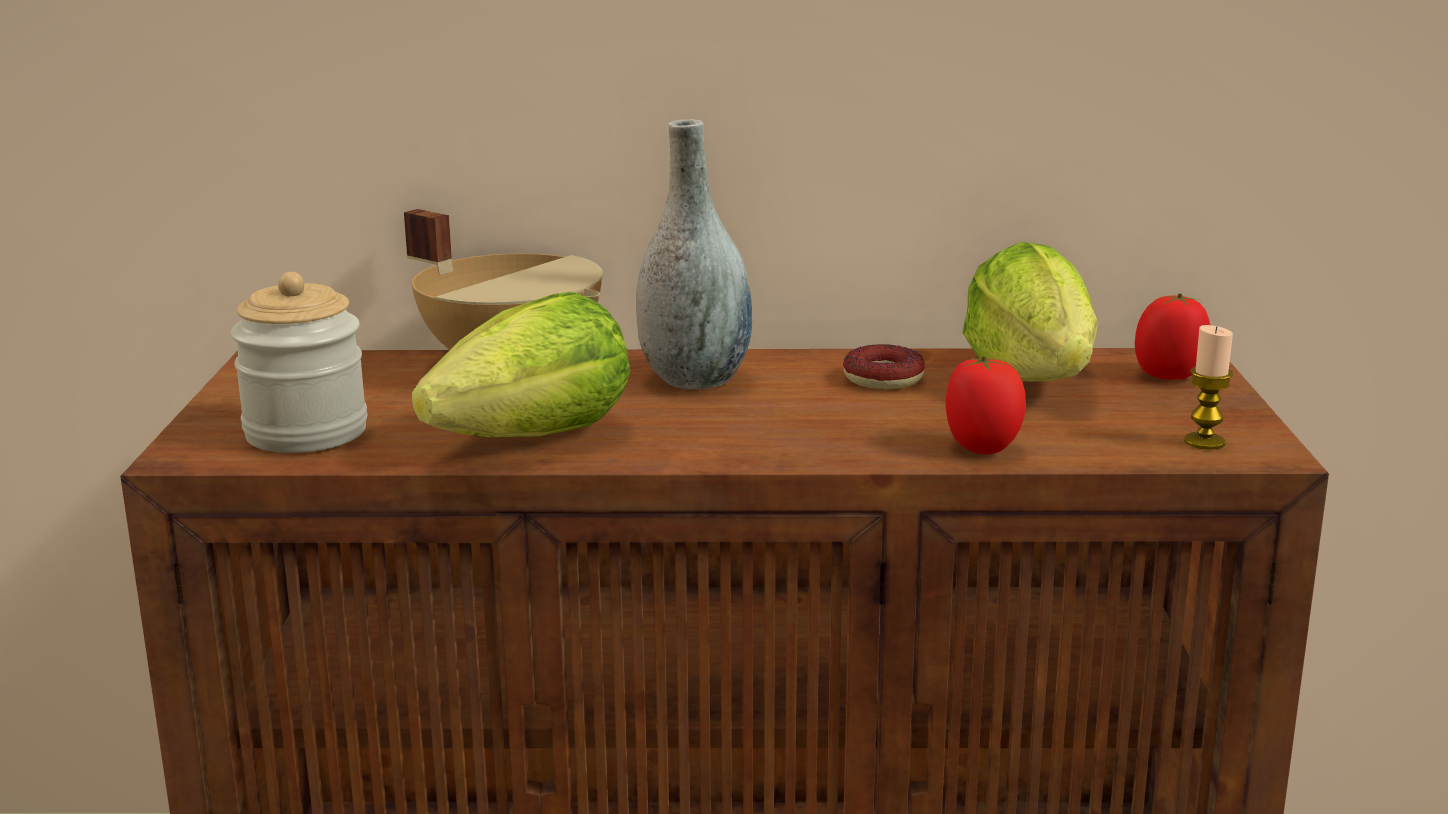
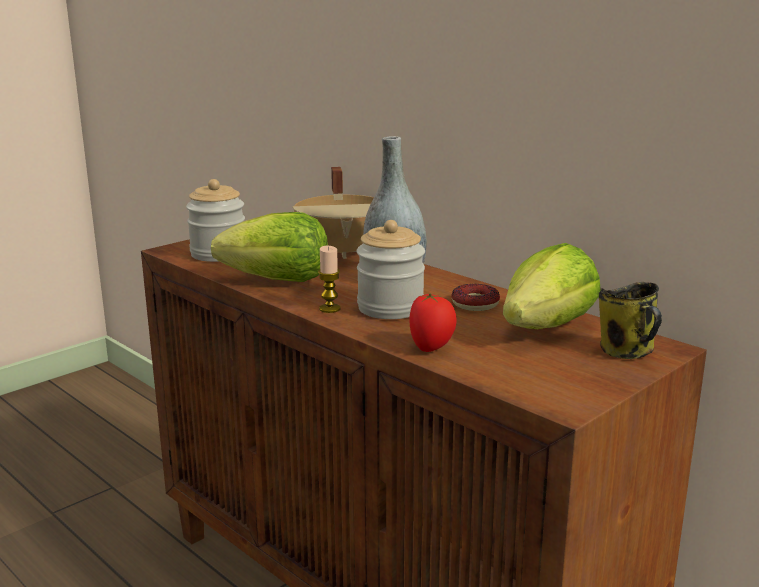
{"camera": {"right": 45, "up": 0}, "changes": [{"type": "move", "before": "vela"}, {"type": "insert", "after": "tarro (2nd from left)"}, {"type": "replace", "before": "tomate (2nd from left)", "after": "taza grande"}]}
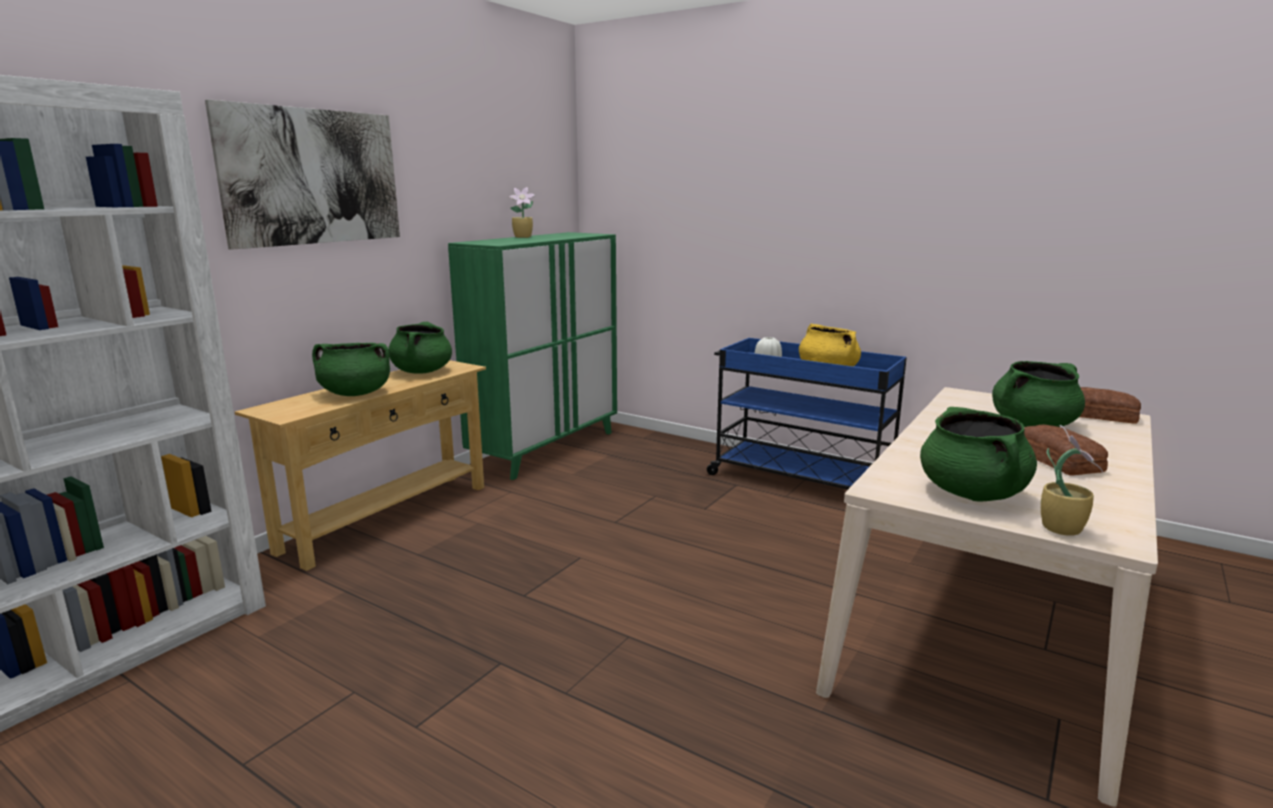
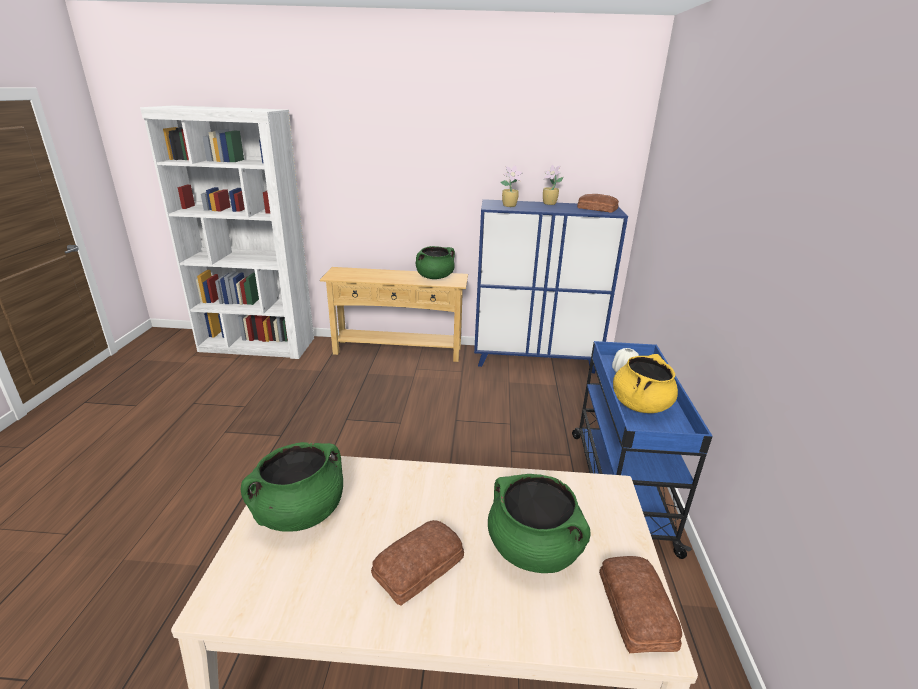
{"camera": {"right": 60, "up": 10}, "changes": [{"type": "recolor", "before": "armario/verde", "after": "armario/azul"}, {"type": "move", "before": "planta en maceta (2nd from left in the first image)", "after": "planta en maceta (1st from left)"}, {"type": "insert", "after": "pan (2nd from left)"}, {"type": "delete", "before": "cuadro"}, {"type": "delete", "before": "olla/verde (1st from left)"}]}
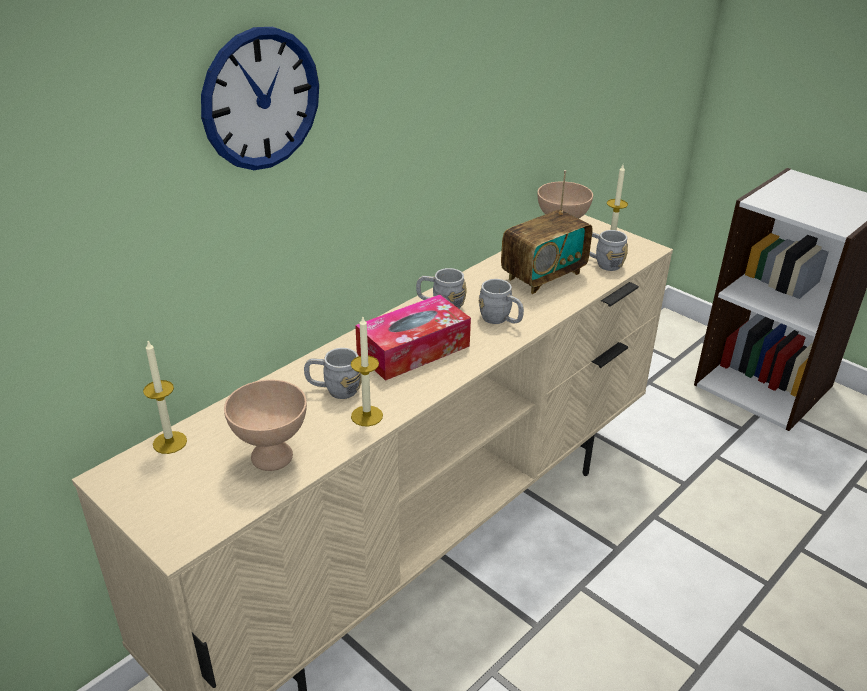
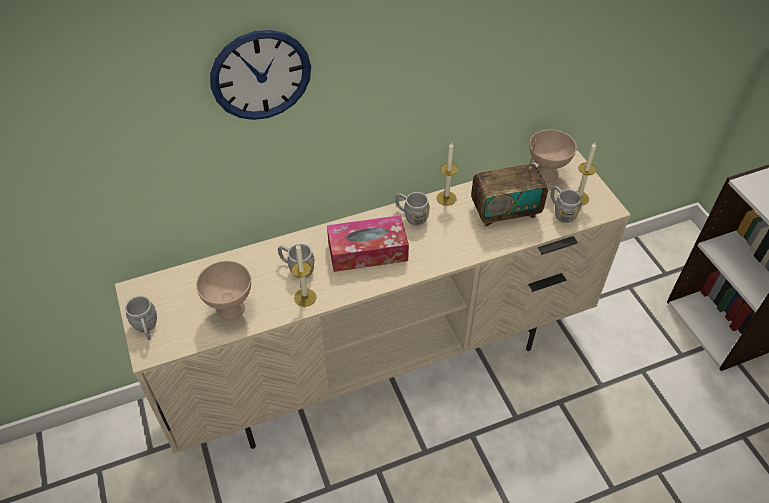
{"camera": {"right": 25, "up": 15}, "changes": [{"type": "move", "before": "taza grande/gris (3rd from left in the first image)", "after": "taza grande/gris (1st from left)"}, {"type": "move", "before": "vela (1st from left in the first image)", "after": "vela (2nd from left)"}]}
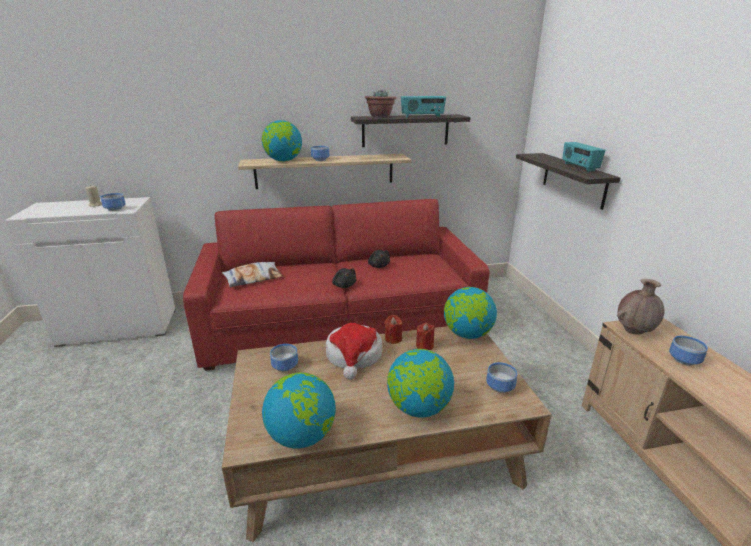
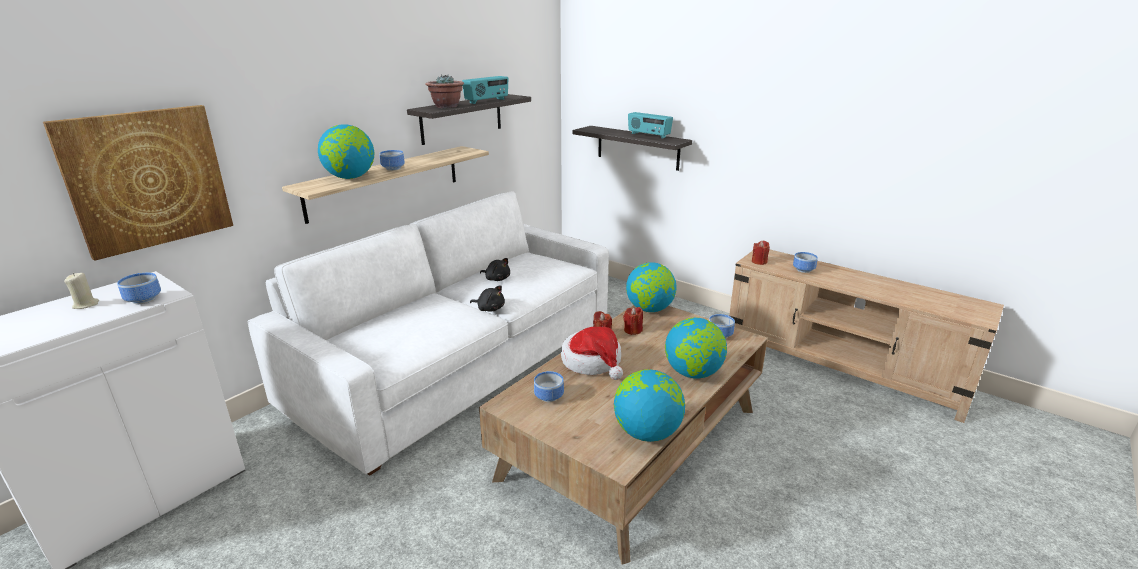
{"camera": {"right": -40, "up": 0}, "changes": [{"type": "insert", "after": "cuadro"}, {"type": "recolor", "before": "sofá/rojo", "after": "sofá/blanco"}, {"type": "replace", "before": "florero/marrón", "after": "vela/rojo (3rd from left)"}, {"type": "delete", "before": "cojín"}]}
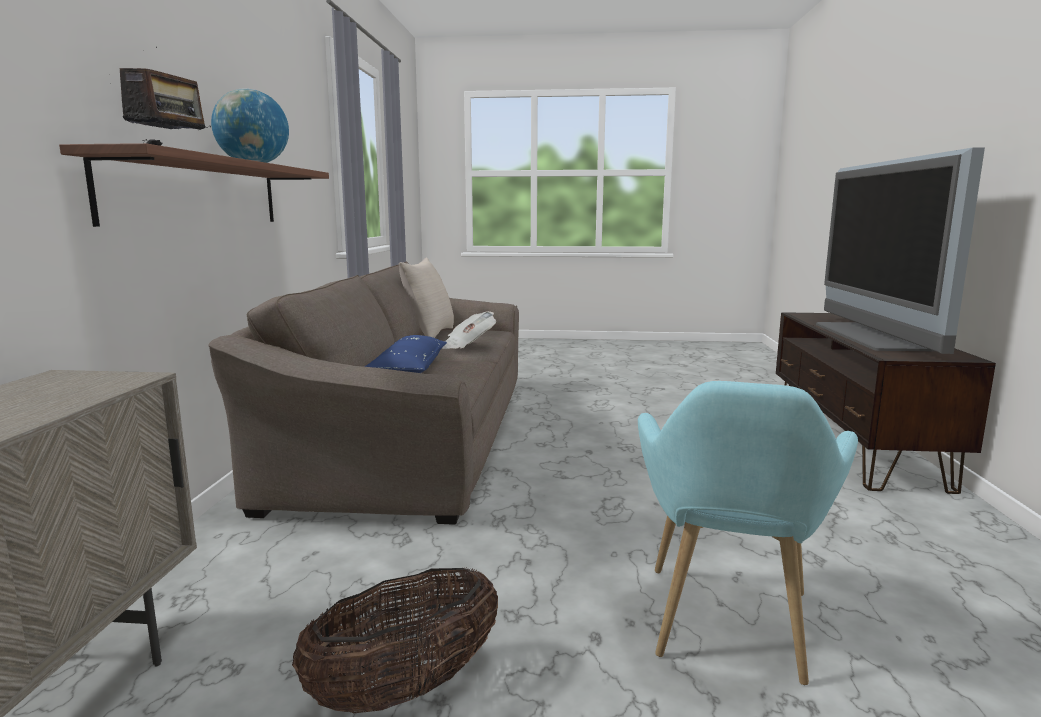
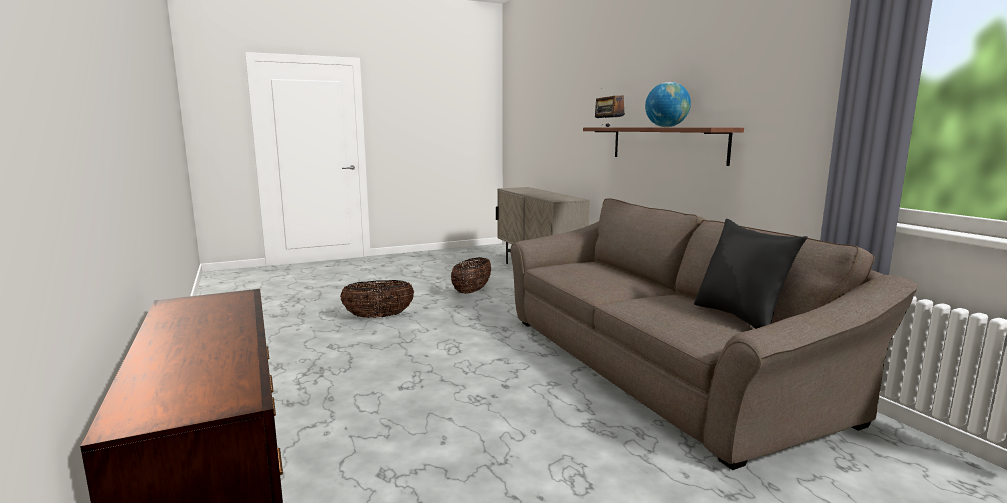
{"camera": {"right": 150, "up": 0}, "changes": [{"type": "replace", "before": "sillón/turquesa", "after": "cesta (1st from left)"}, {"type": "recolor", "before": "cojín/beis", "after": "cojín/negro"}, {"type": "delete", "before": "cojín/azul"}, {"type": "delete", "before": "periódico"}, {"type": "delete", "before": "televisor"}]}
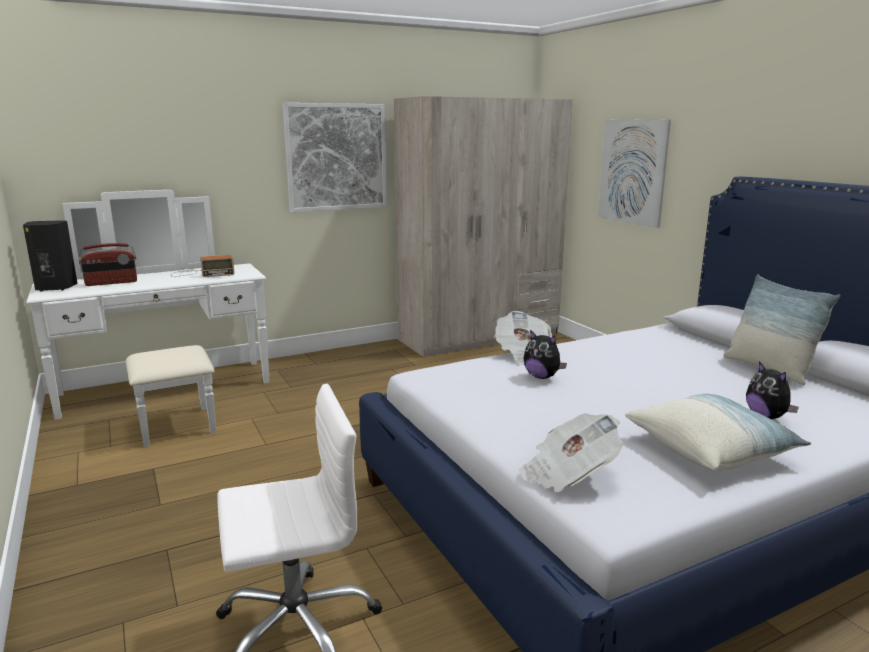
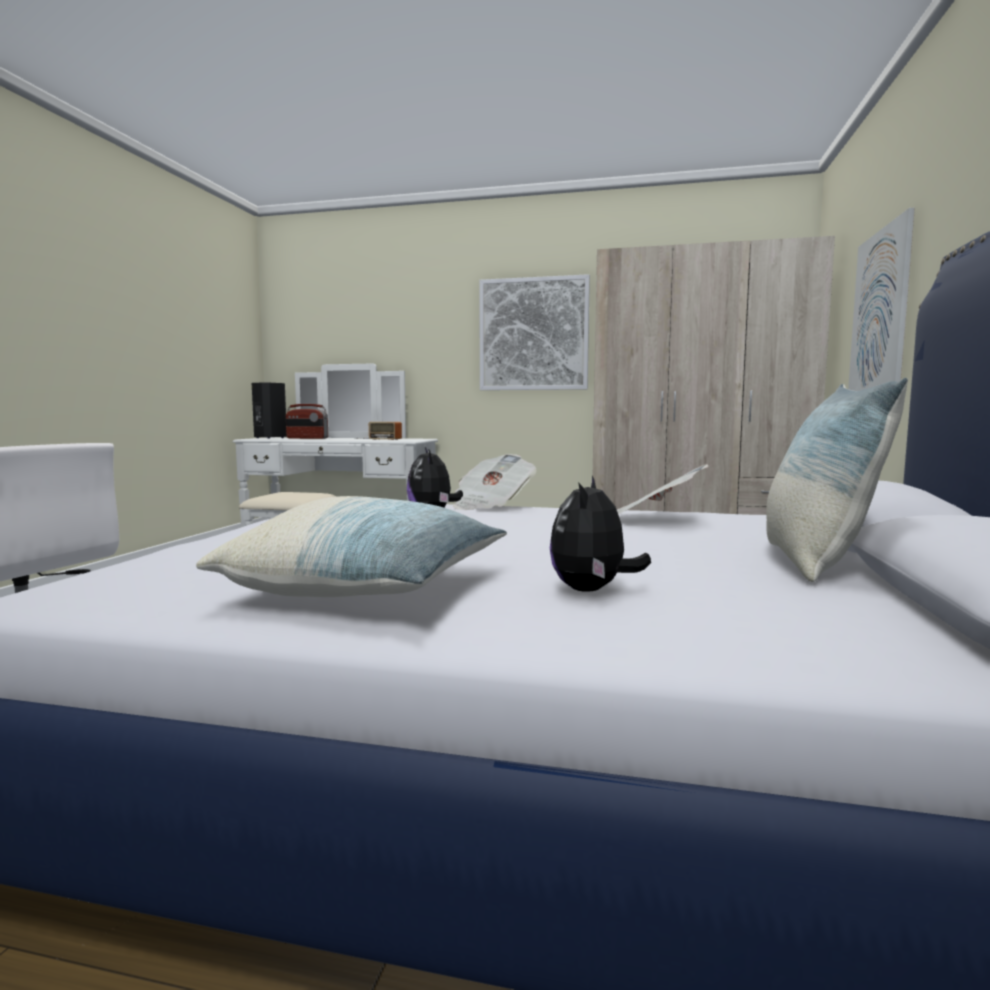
{"camera": {"right": 40, "up": -10}, "changes": [{"type": "move", "before": "periódico (2nd from left)"}]}
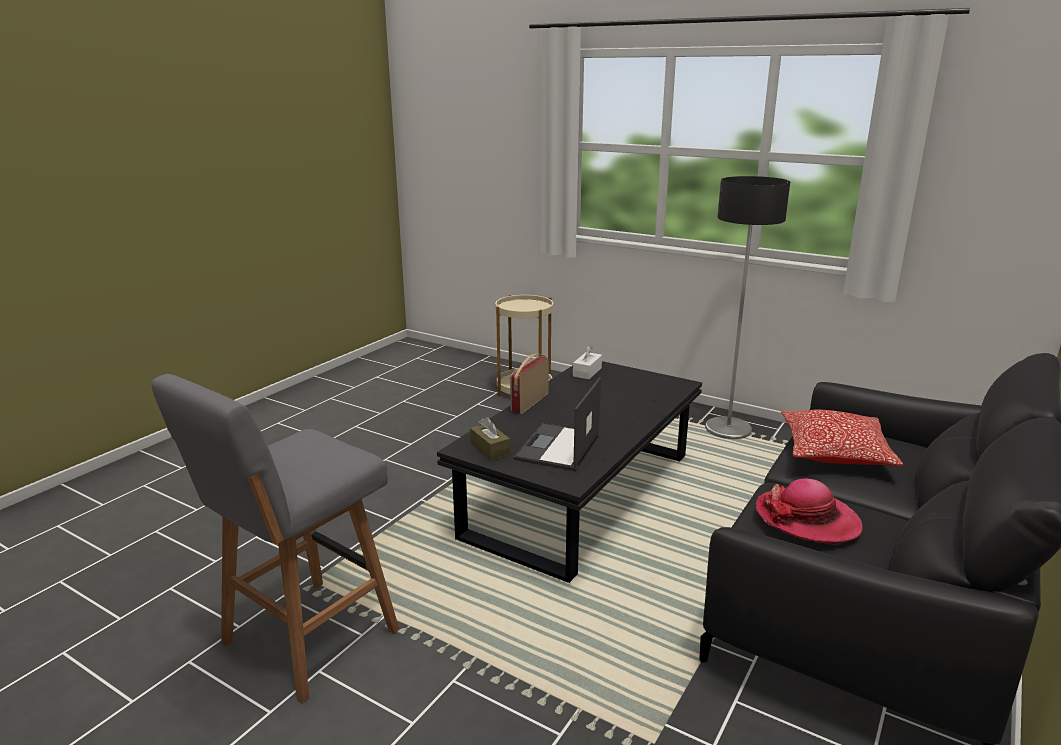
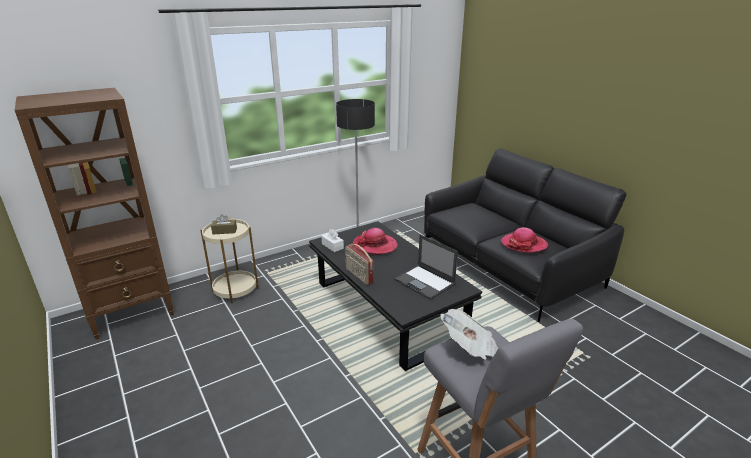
{"camera": {"right": -65, "up": 5}, "changes": [{"type": "insert", "after": "estantería/marrón"}, {"type": "move", "before": "caja de pañuelos/marrón"}, {"type": "insert", "after": "sombrero (1st from left)"}, {"type": "insert", "after": "periódico"}, {"type": "delete", "before": "cojín"}]}
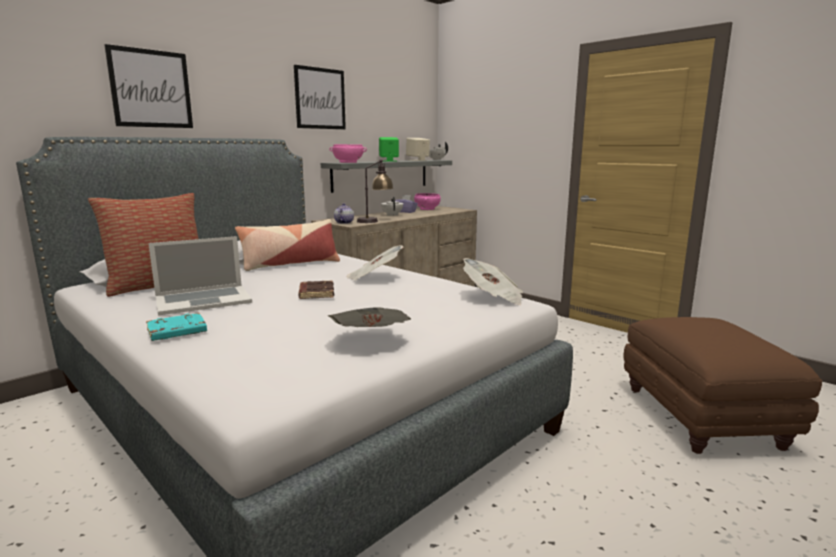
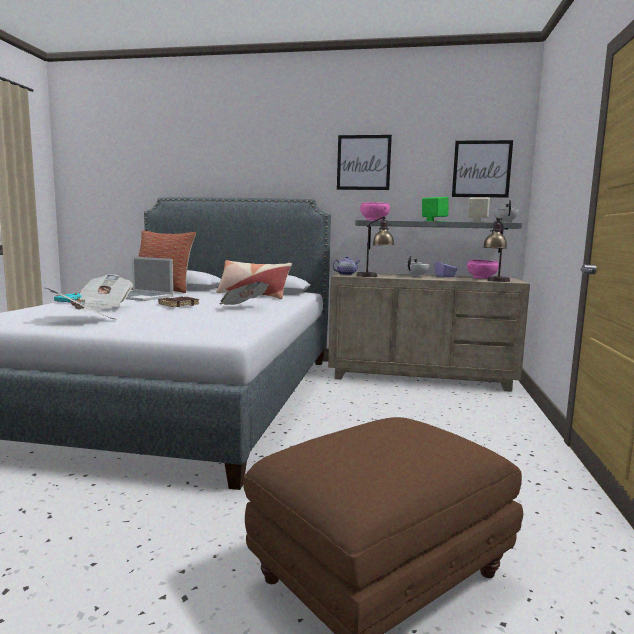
{"camera": {"right": 55, "up": -5}, "changes": [{"type": "move", "before": "periódico (3rd from left in the first image)", "after": "periódico (2nd from left)"}, {"type": "move", "before": "cuadro (1st from left in the first image)", "after": "cuadro (2nd from left)"}, {"type": "insert", "after": "lámpara de mesa (2nd from left)"}]}
